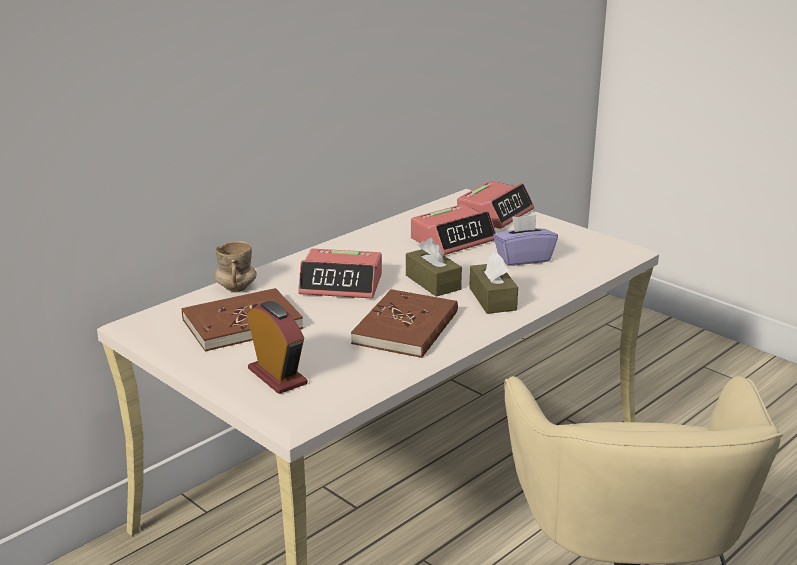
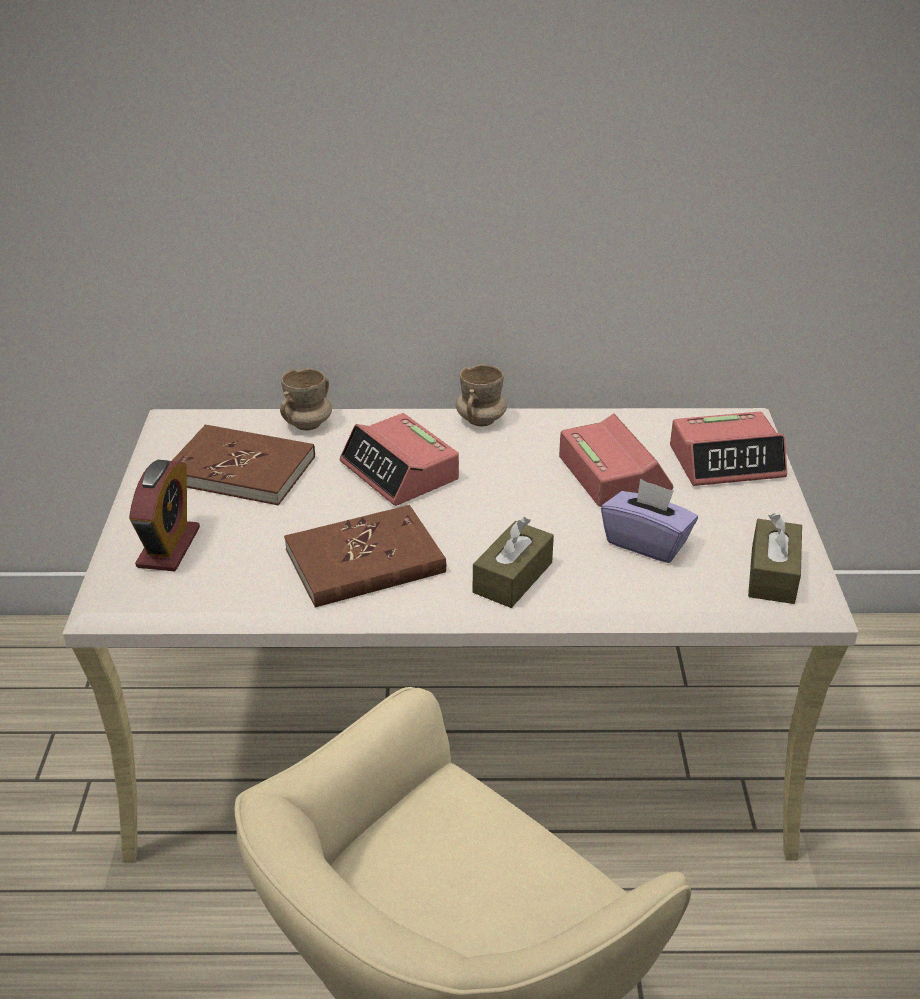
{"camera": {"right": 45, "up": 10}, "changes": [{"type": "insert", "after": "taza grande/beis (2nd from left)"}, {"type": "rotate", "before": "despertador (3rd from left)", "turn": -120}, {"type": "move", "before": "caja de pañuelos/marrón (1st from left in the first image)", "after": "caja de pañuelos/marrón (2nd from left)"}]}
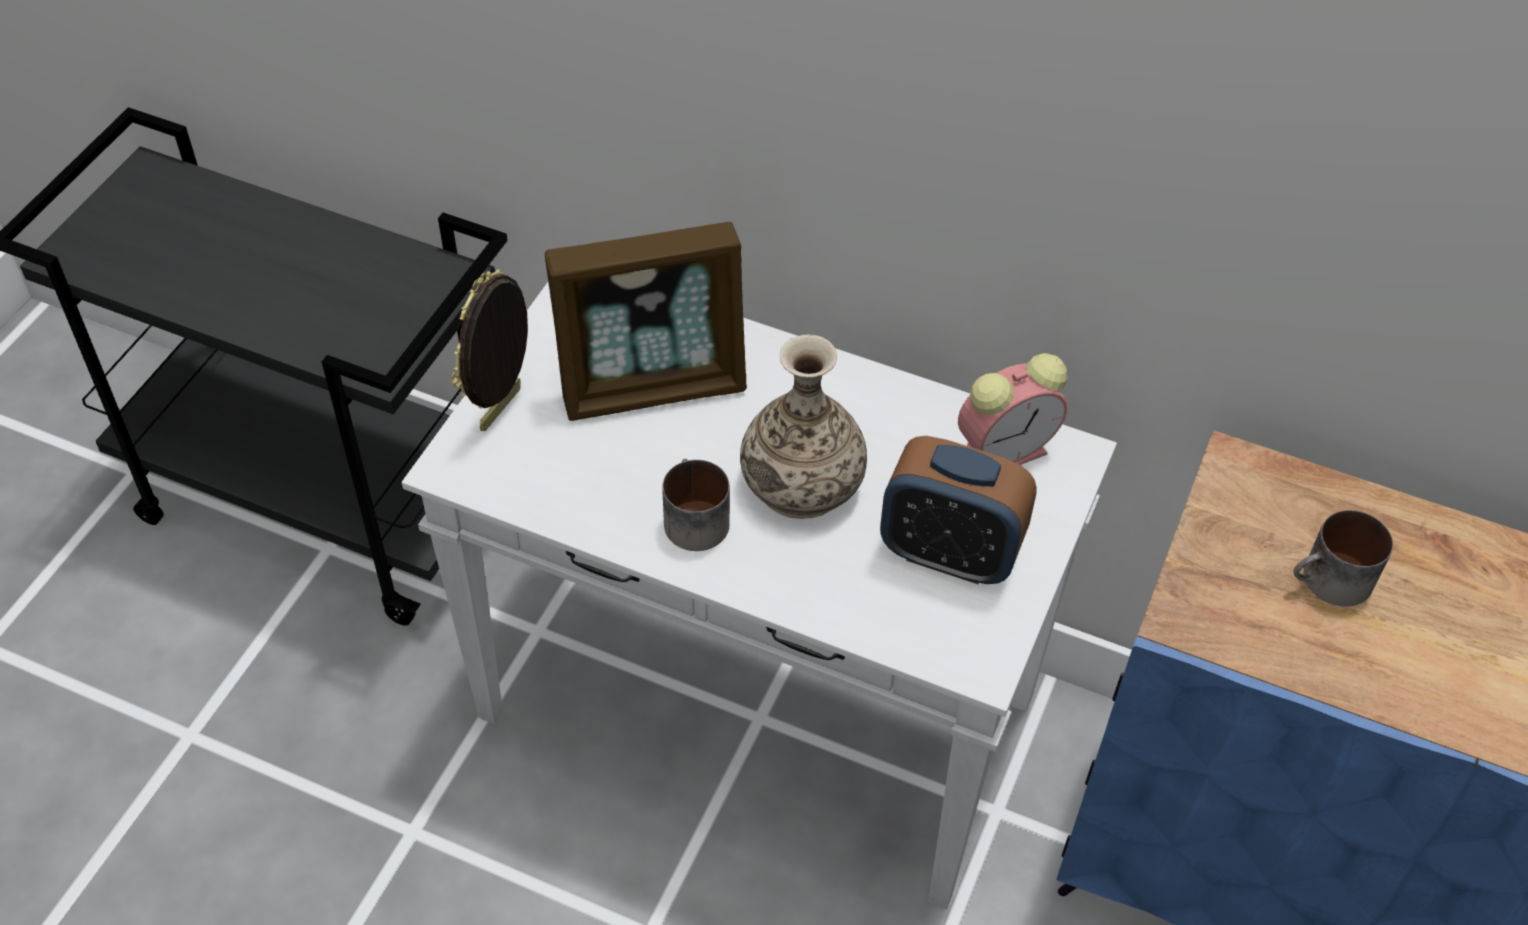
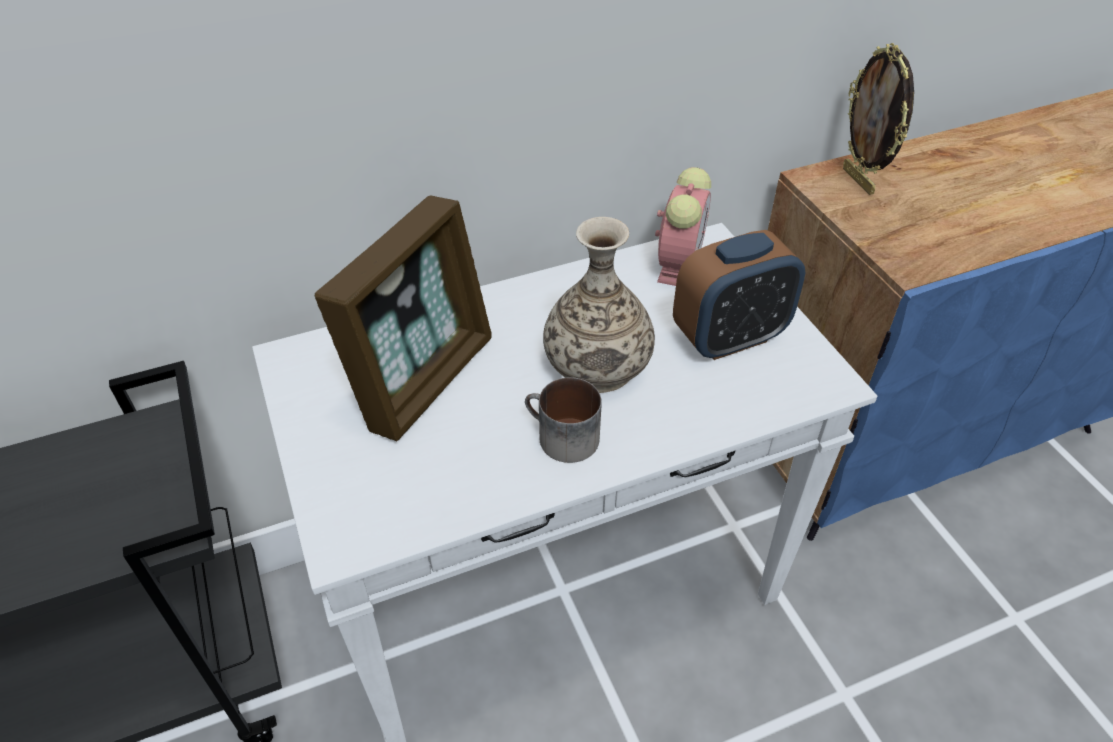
{"camera": {"right": -45, "up": -5}, "changes": [{"type": "move", "before": "portarretratos (1st from left in the first image)", "after": "portarretratos (2nd from left)"}, {"type": "delete", "before": "taza grande (2nd from left)"}]}
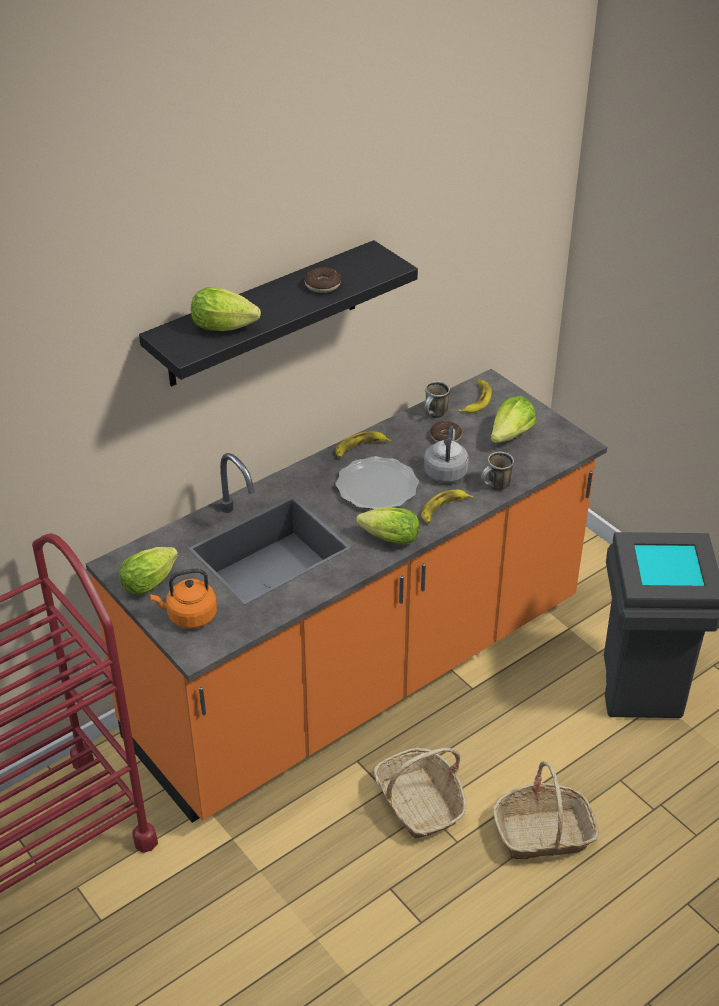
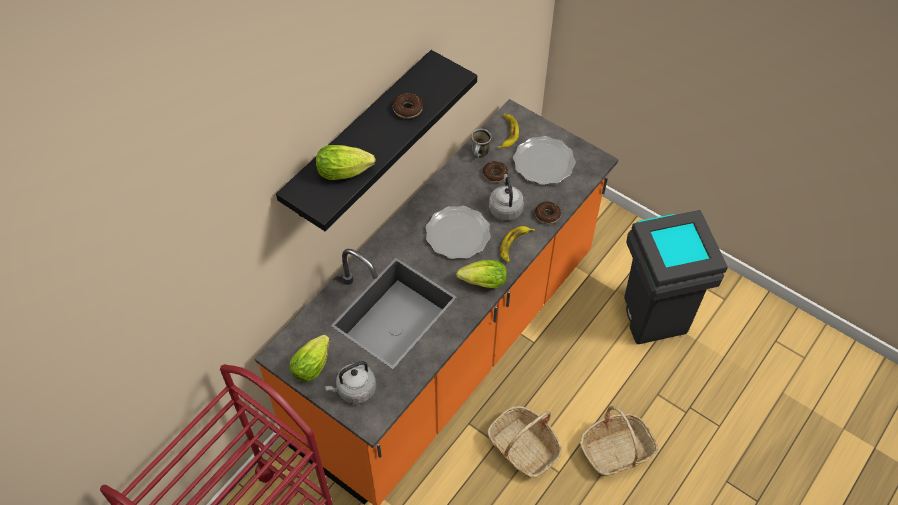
{"camera": {"right": -15, "up": 15}, "changes": [{"type": "recolor", "before": "hervidor/naranja", "after": "hervidor/gris (1st from left)"}, {"type": "replace", "before": "lechuga (4th from left)", "after": "plato (2nd from left)"}, {"type": "replace", "before": "taza grande (2nd from left)", "after": "rosquilla (3rd from left)"}, {"type": "delete", "before": "plátano (1st from left)"}]}
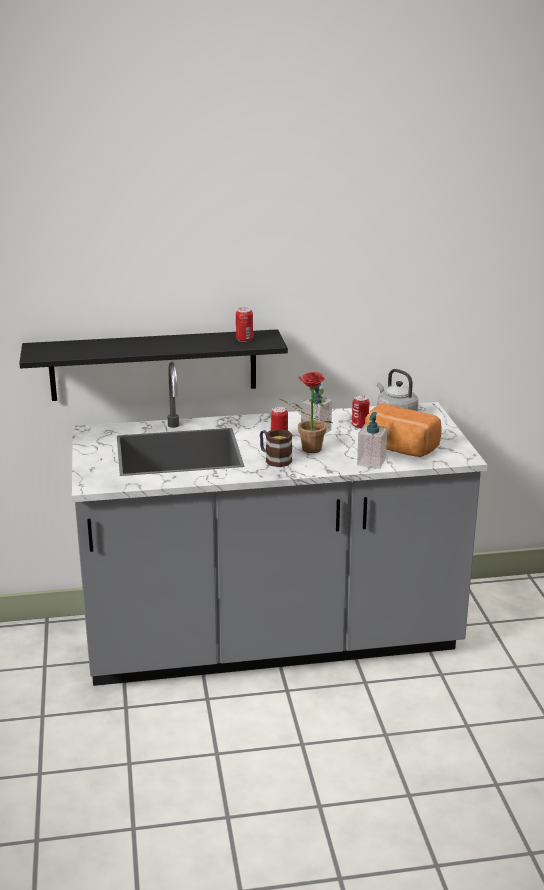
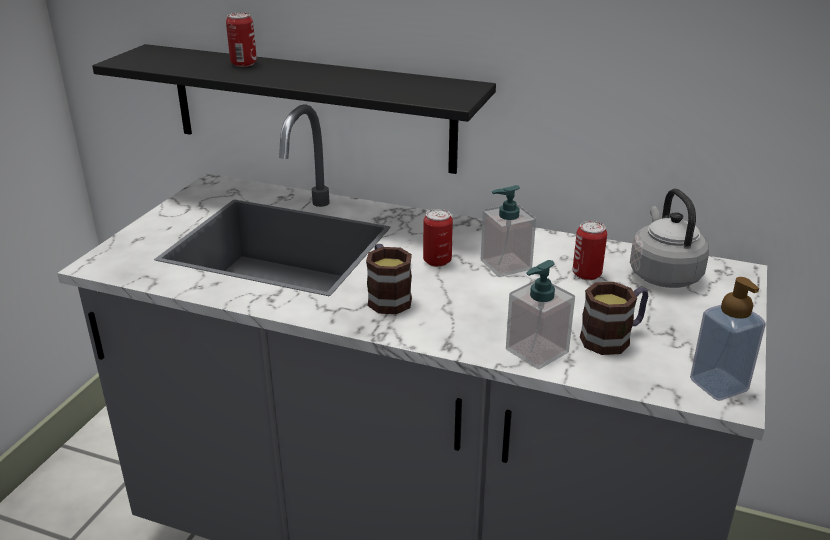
{"camera": {"right": 30, "up": 5}, "changes": [{"type": "move", "before": "lata (1st from left)"}, {"type": "replace", "before": "pan", "after": "taza grande (2nd from left)"}, {"type": "insert", "after": "dispensador de jabón (3rd from left)"}, {"type": "delete", "before": "planta en maceta"}]}
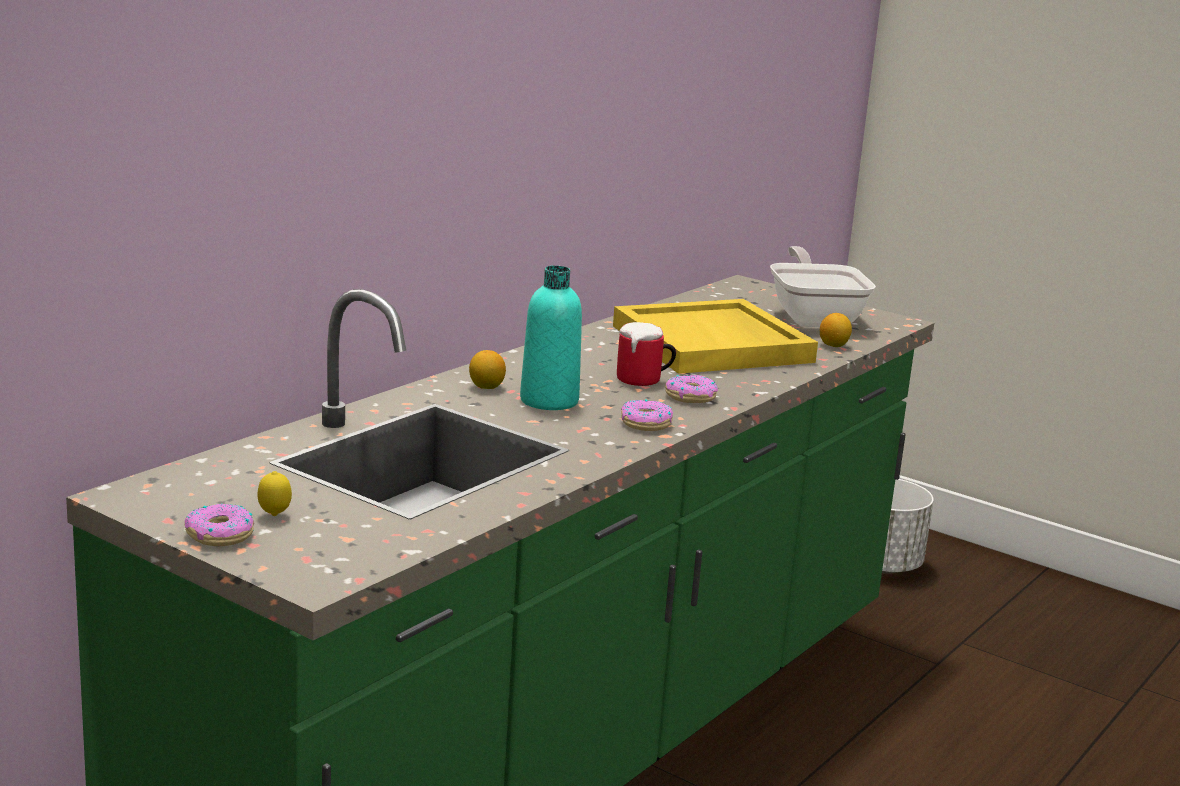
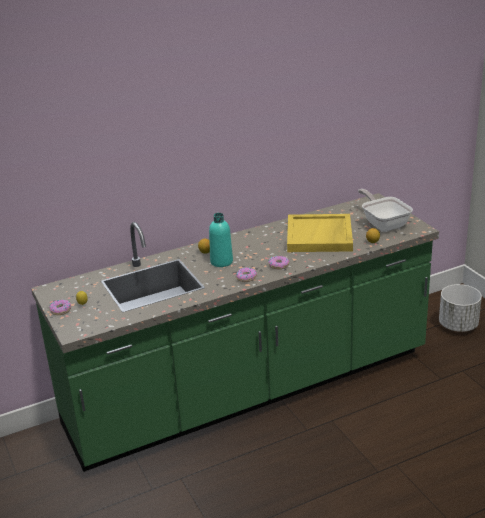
{"camera": {"right": 30, "up": 10}, "changes": [{"type": "rotate", "before": "sartén", "turn": -45}, {"type": "delete", "before": "taza grande"}]}
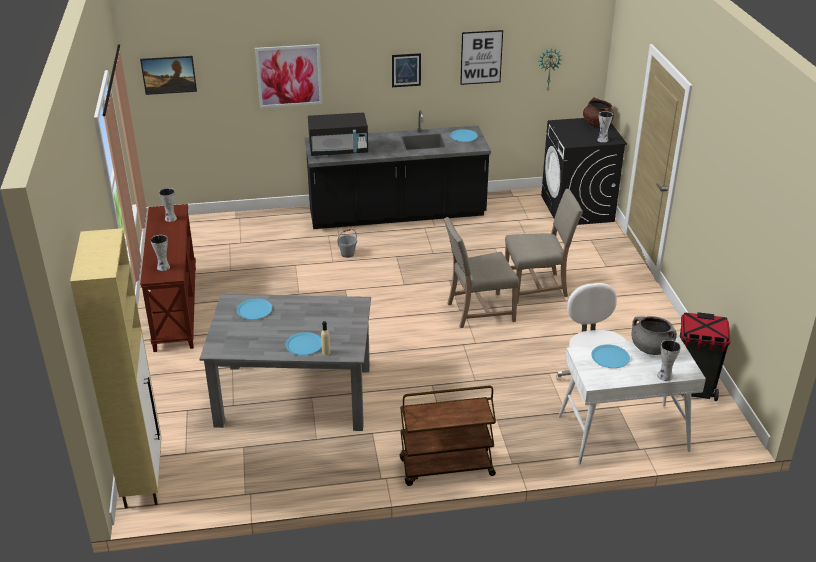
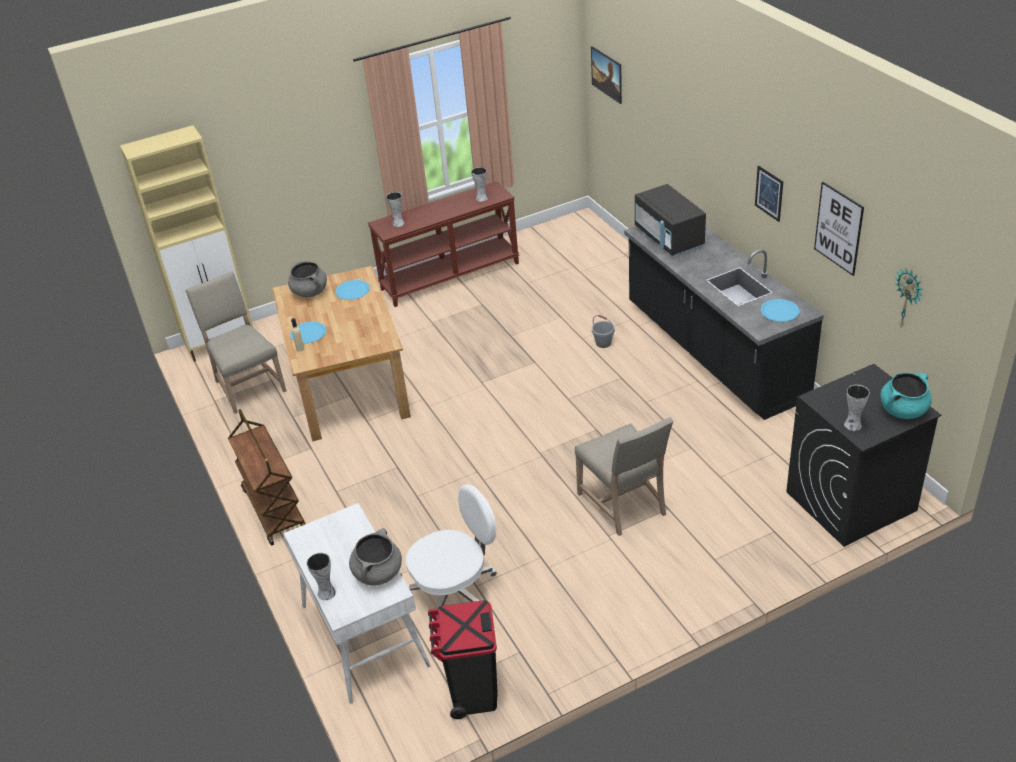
{"camera": {"right": 75, "up": 5}, "changes": [{"type": "move", "before": "silla/beis (1st from left)"}, {"type": "recolor", "before": "mesa de comedor/gris", "after": "mesa de comedor/marrón"}, {"type": "insert", "after": "olla/gris (1st from left)"}, {"type": "recolor", "before": "olla/marrón", "after": "olla/turquesa"}, {"type": "delete", "before": "cuadro (2nd from left)"}, {"type": "delete", "before": "plato/azul (4th from left)"}]}
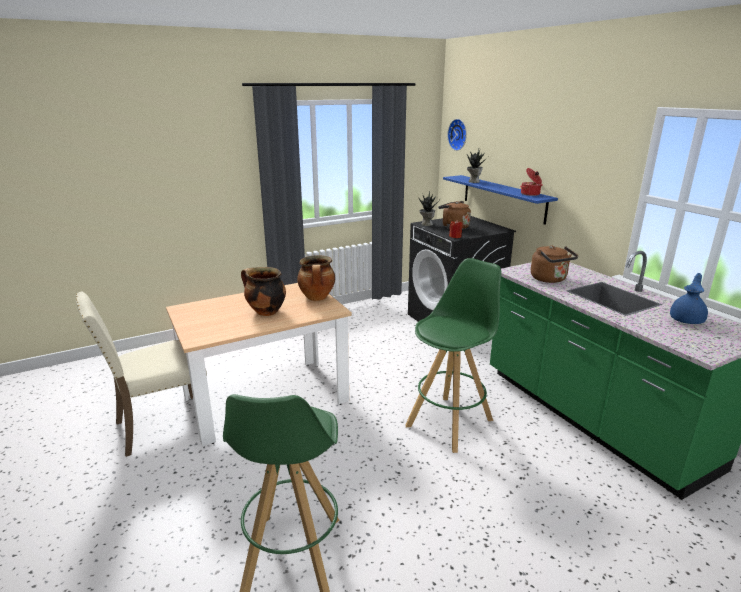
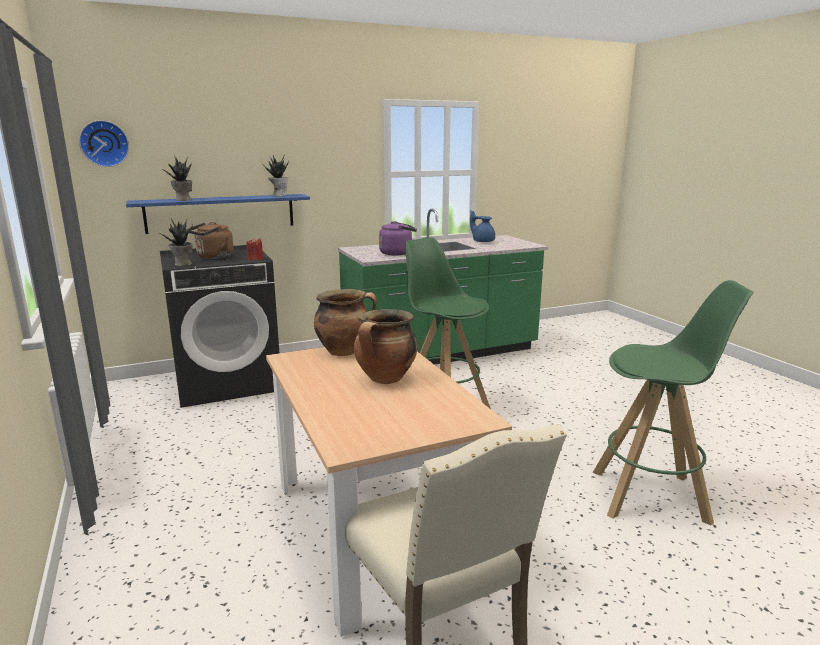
{"camera": {"right": -85, "up": -5}, "changes": [{"type": "replace", "before": "olla (3rd from left)", "after": "planta en maceta (3rd from left)"}, {"type": "recolor", "before": "hervidor/marrón (2nd from left)", "after": "hervidor/morado"}]}
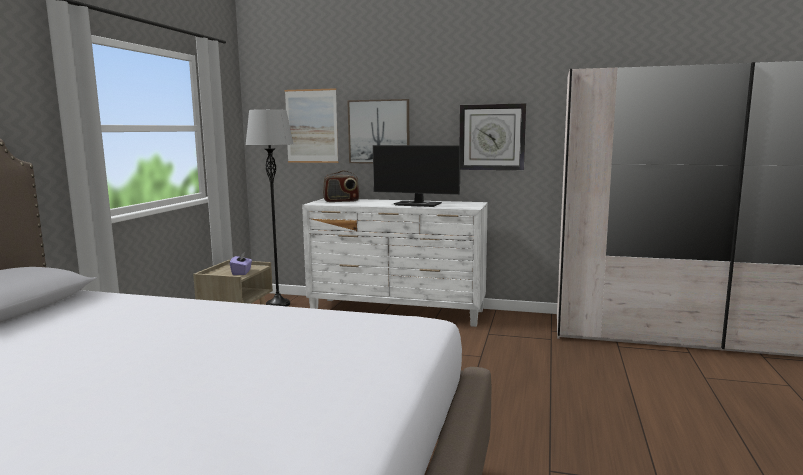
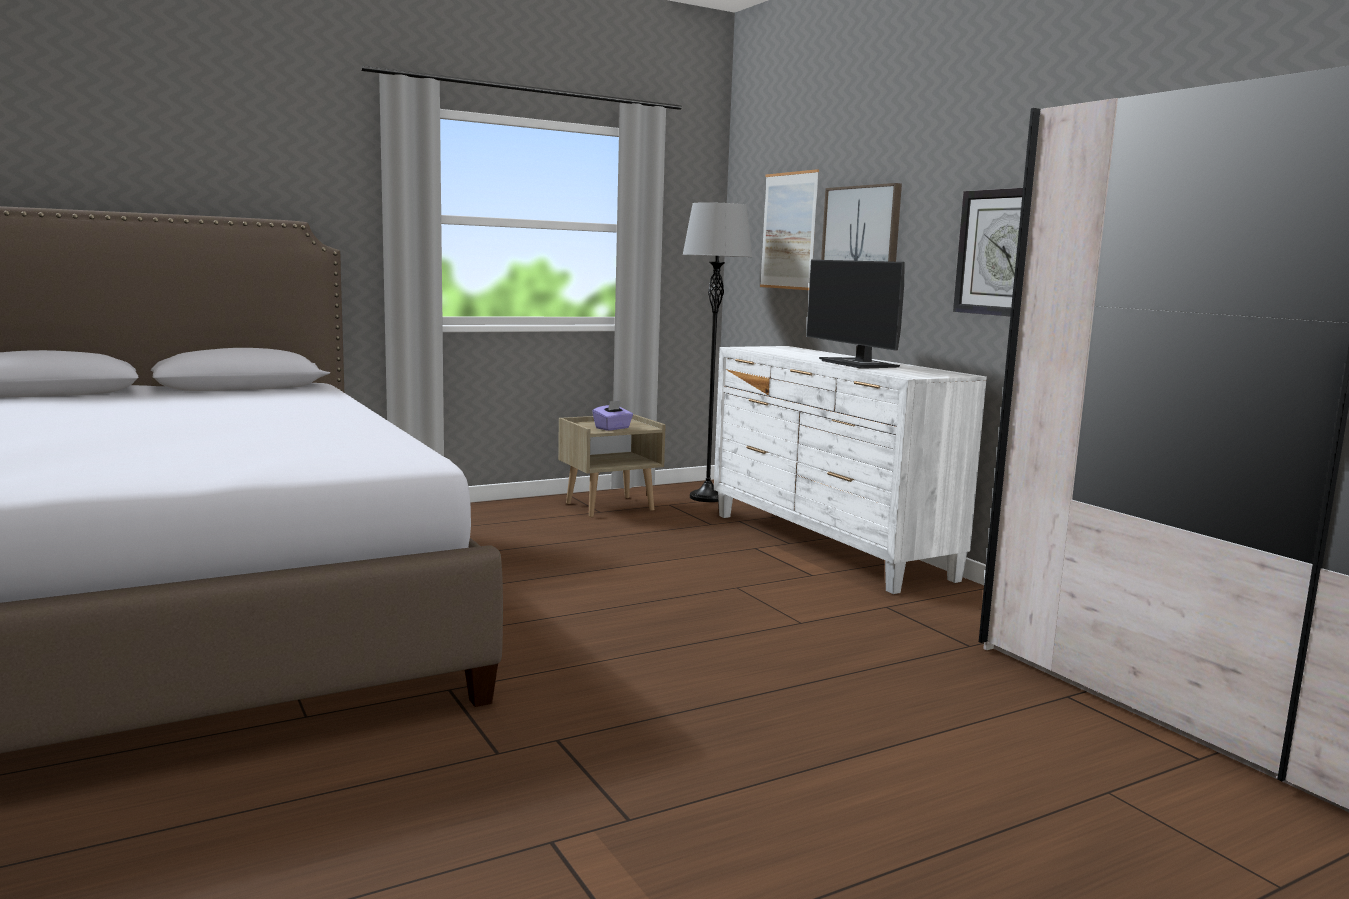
{"camera": {"right": 45, "up": 0}, "changes": [{"type": "delete", "before": "radio"}]}
